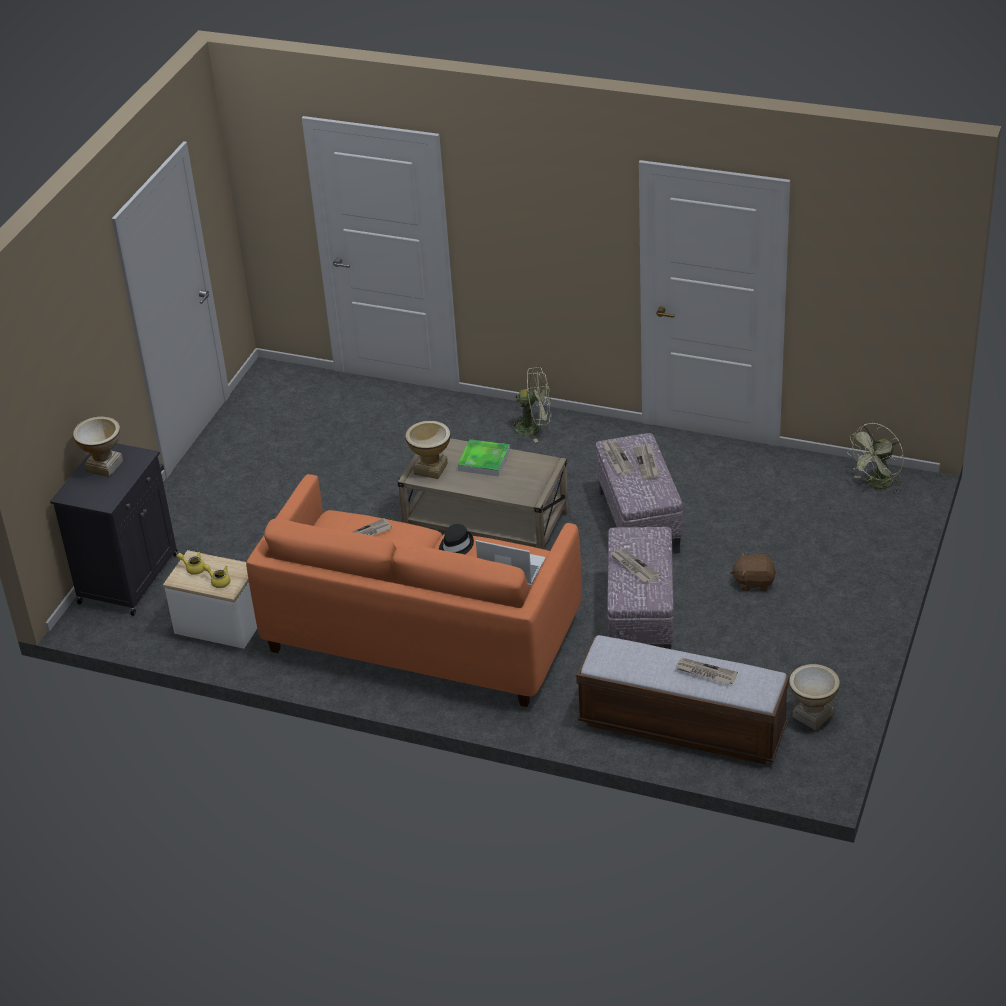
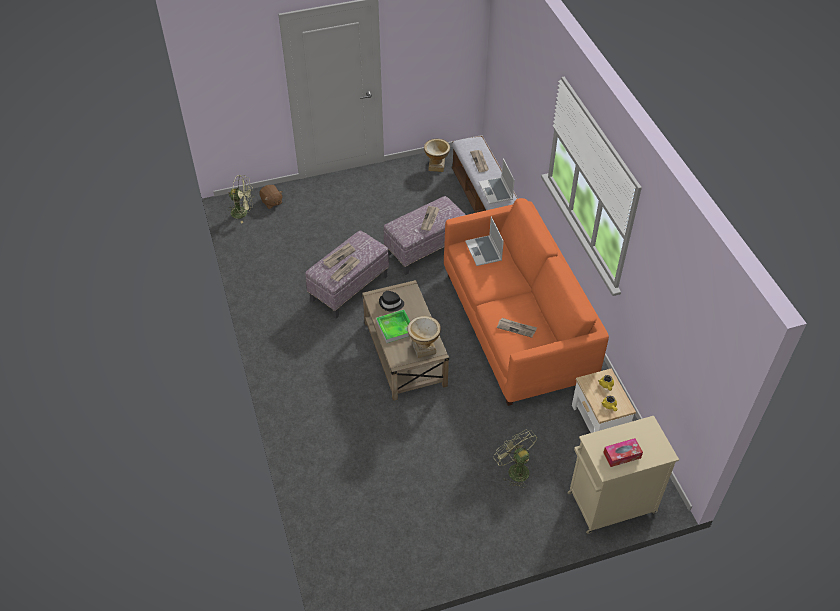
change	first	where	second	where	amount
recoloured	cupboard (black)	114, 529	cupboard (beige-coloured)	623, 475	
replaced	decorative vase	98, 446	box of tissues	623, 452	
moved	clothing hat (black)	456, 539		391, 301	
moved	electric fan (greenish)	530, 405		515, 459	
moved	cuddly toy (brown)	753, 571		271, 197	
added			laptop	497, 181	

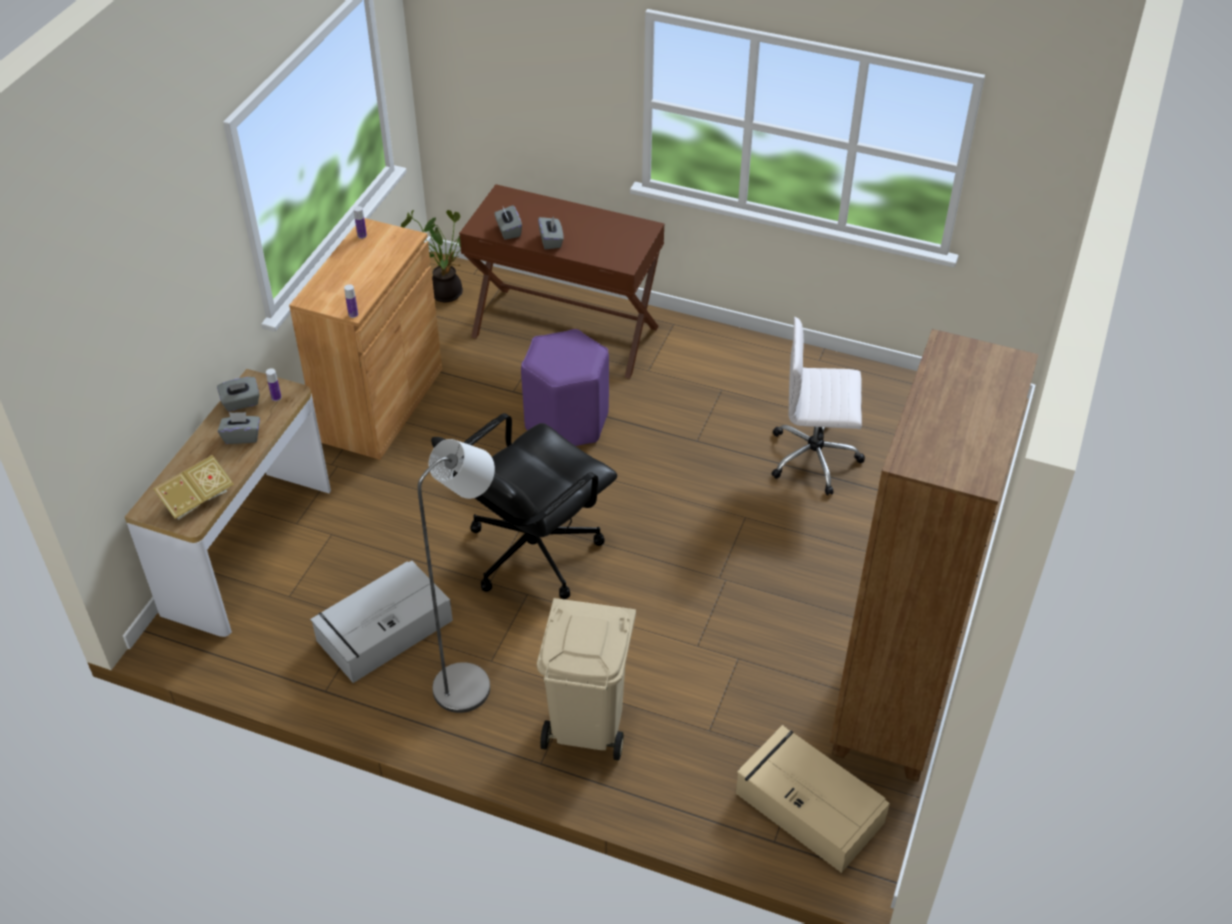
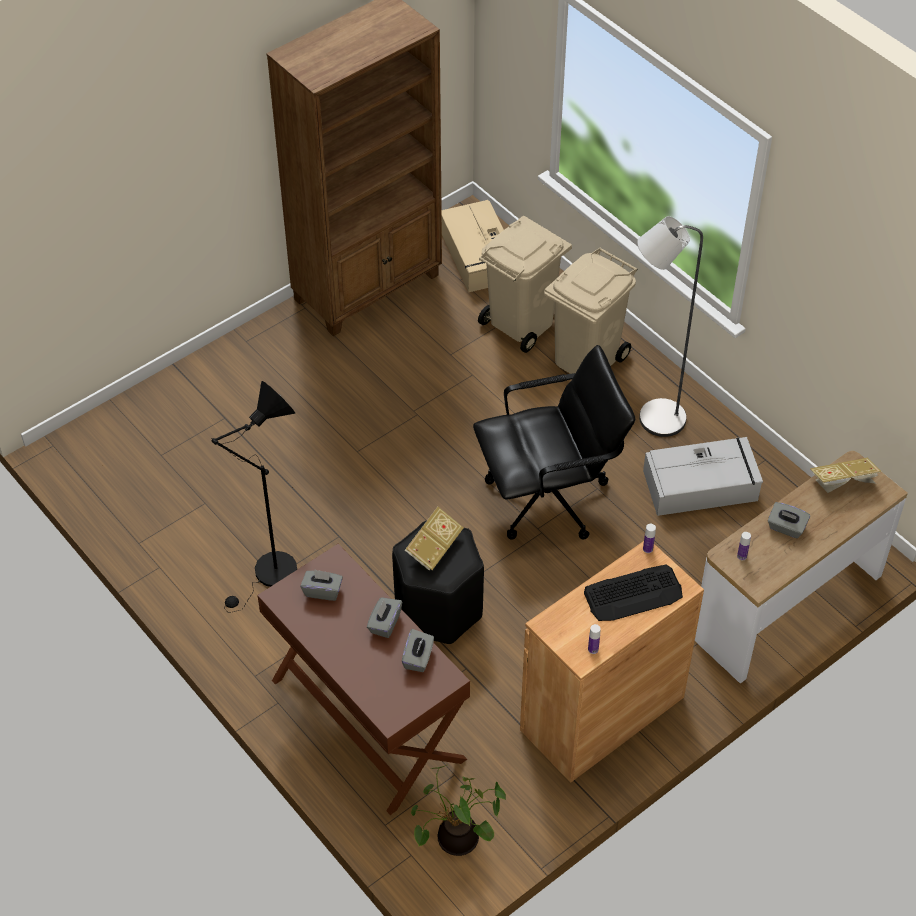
change	first	where	second	where	amount
moved	box of tissues (gray)	238, 394		322, 585	
recoloured	sitting stool (purplish)	565, 387	sitting stool (black)	438, 582	
removed	desk chair (white)	818, 406			
added			standing lamp (black)	254, 497	
added			bound book	434, 538	
added			rubbish bin (beige-coloured)	525, 284	
added			computer keyboard	633, 592	

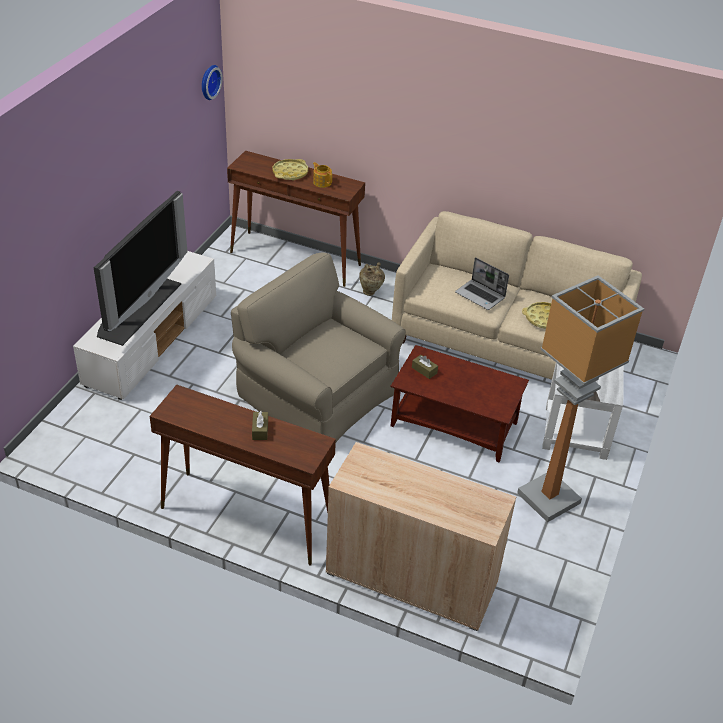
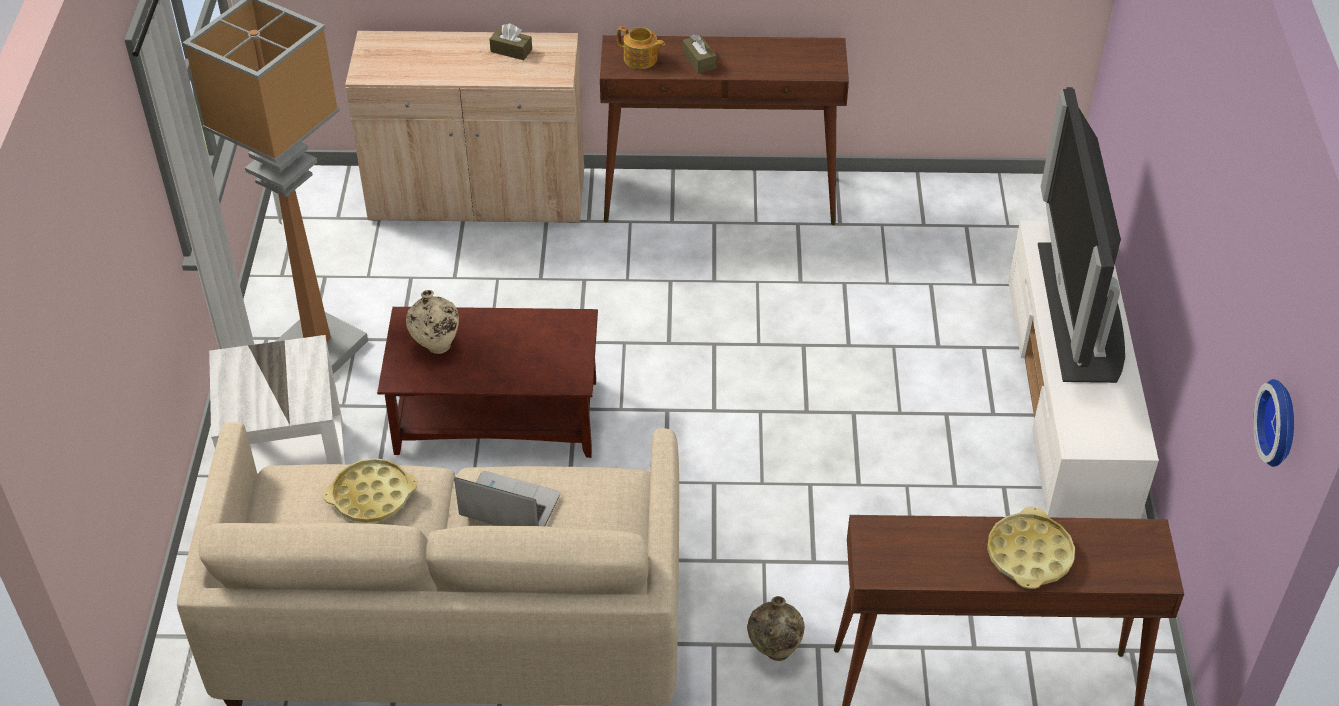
change	first	where	second	where	amount
removed	lounge chair (beige-coloured)	318, 347			
moved	tea pot	322, 175		641, 47	
moved	box of tissues (brown)	425, 367		510, 42	
added			decorative vase (beige-coloured)	432, 322	

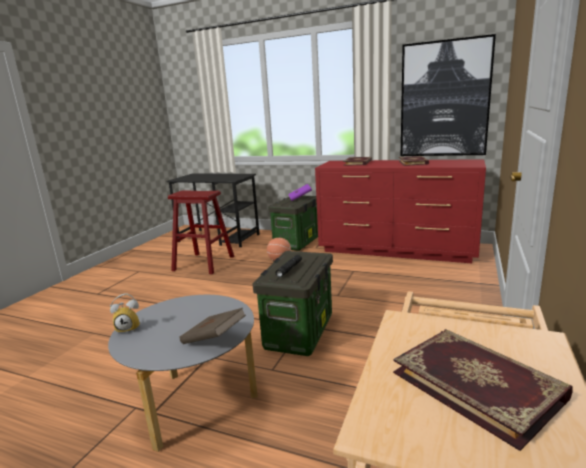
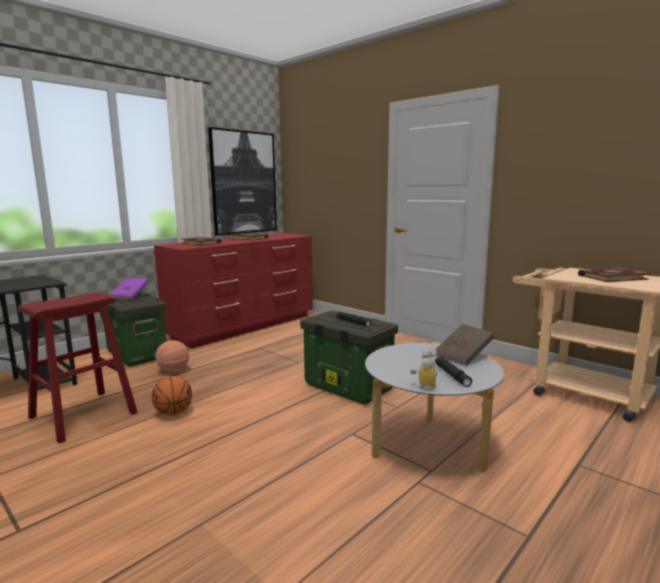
change	first	where	second	where	amount
added			ball for basketball	172, 395	
added			torch (black)	453, 372	

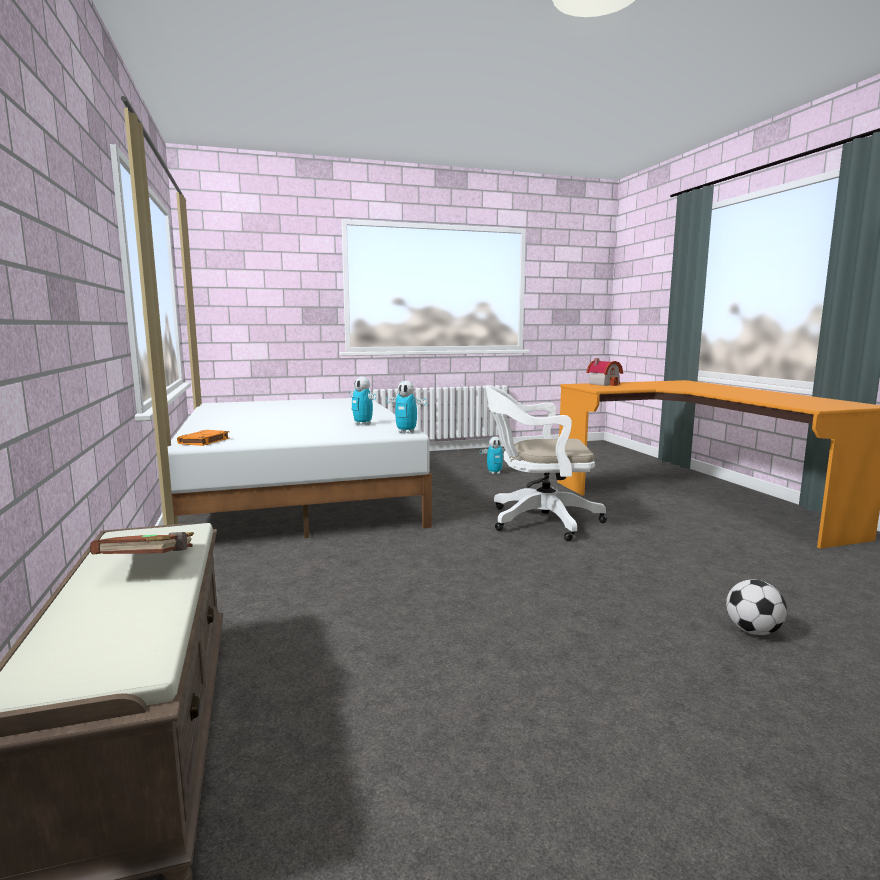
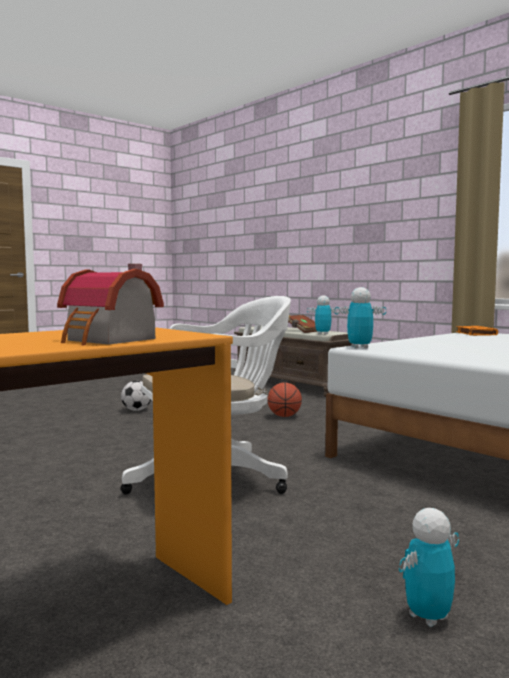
change	first	where	second	where	amount
moved	robot figure	362, 401		323, 315	
moved	ball for football	756, 607		136, 396	
added			ball for basketball	284, 399	

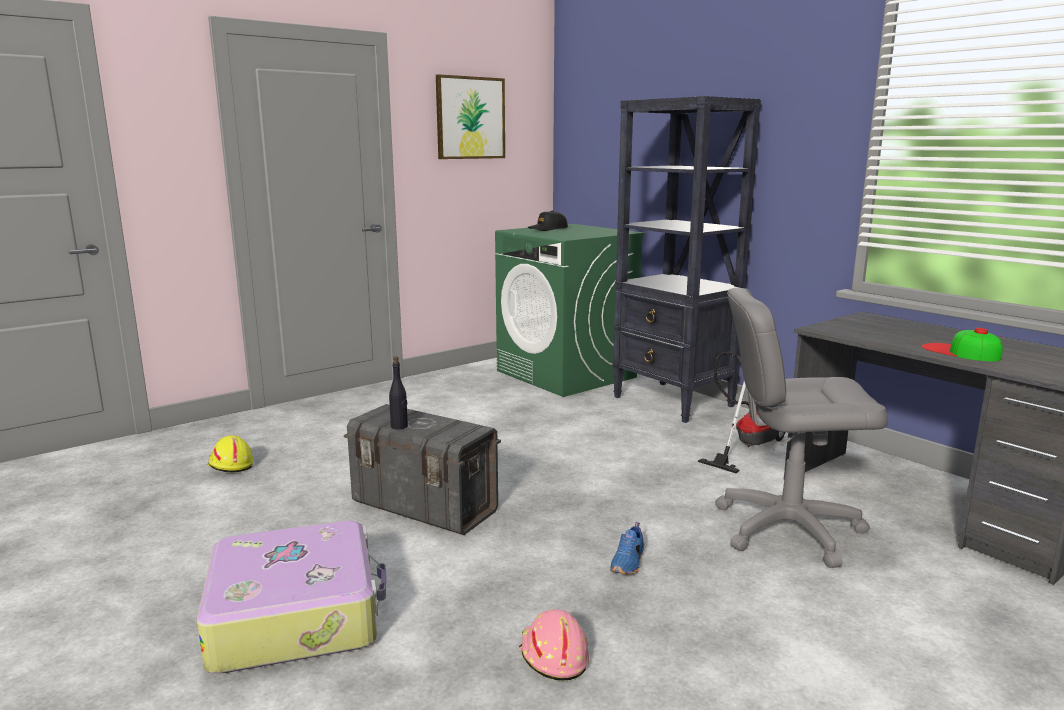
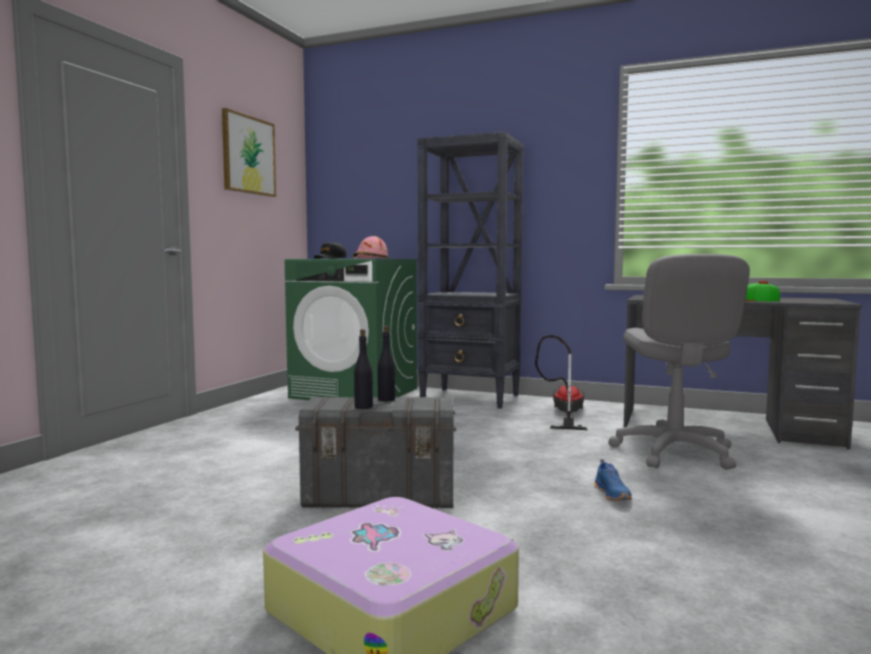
change	first	where	second	where	amount
removed	work helmet (yellow)	230, 454			
moved	work helmet (pink)	554, 644		370, 247	
turned	desk chair (gray)	801, 428		679, 362	60 degrees counterclockwise
added			beverage bottle (black)	387, 363	

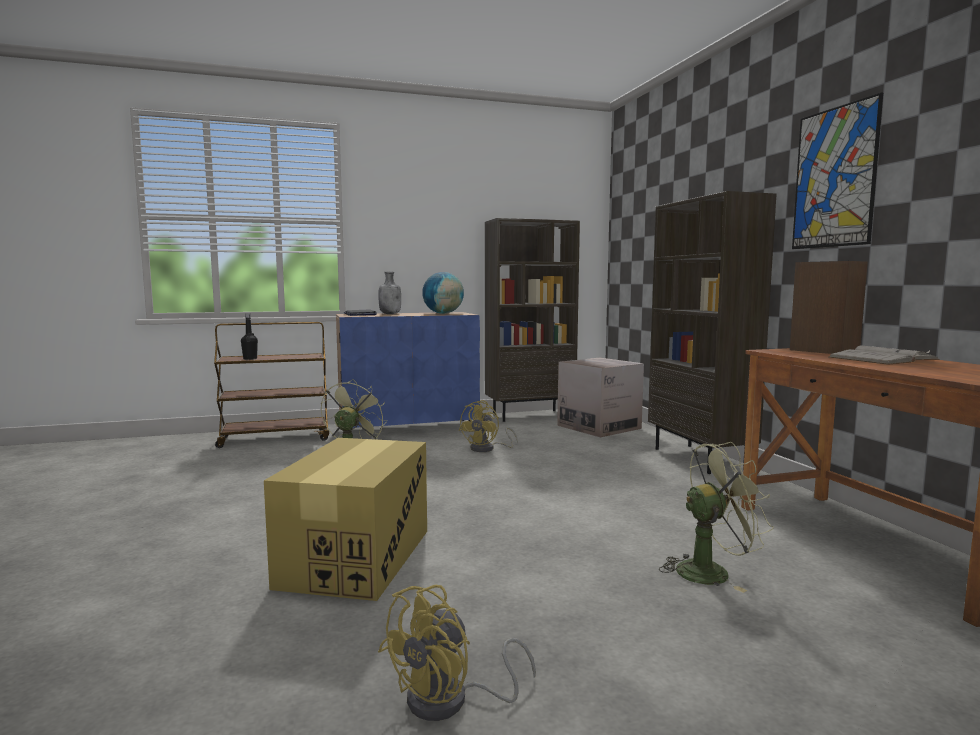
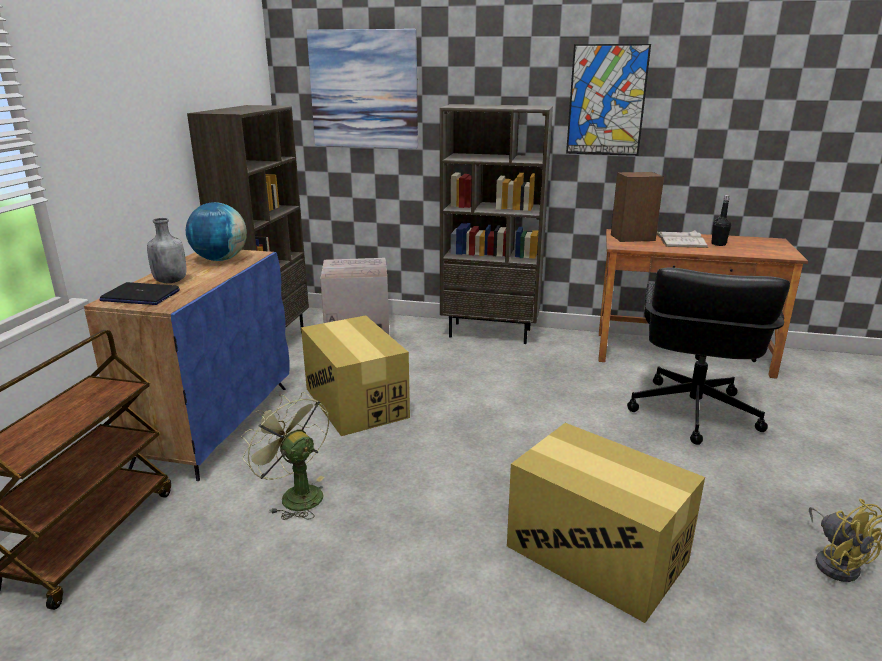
change	first	where	second	where	amount
moved	beverage bottle (black)	249, 336		721, 220	
replaced	electric fan (yellow)	488, 426	cardboard box	355, 375	
replaced	electric fan (greenish)	716, 517	desk chair (black)	708, 356	
added			wall art	362, 89	

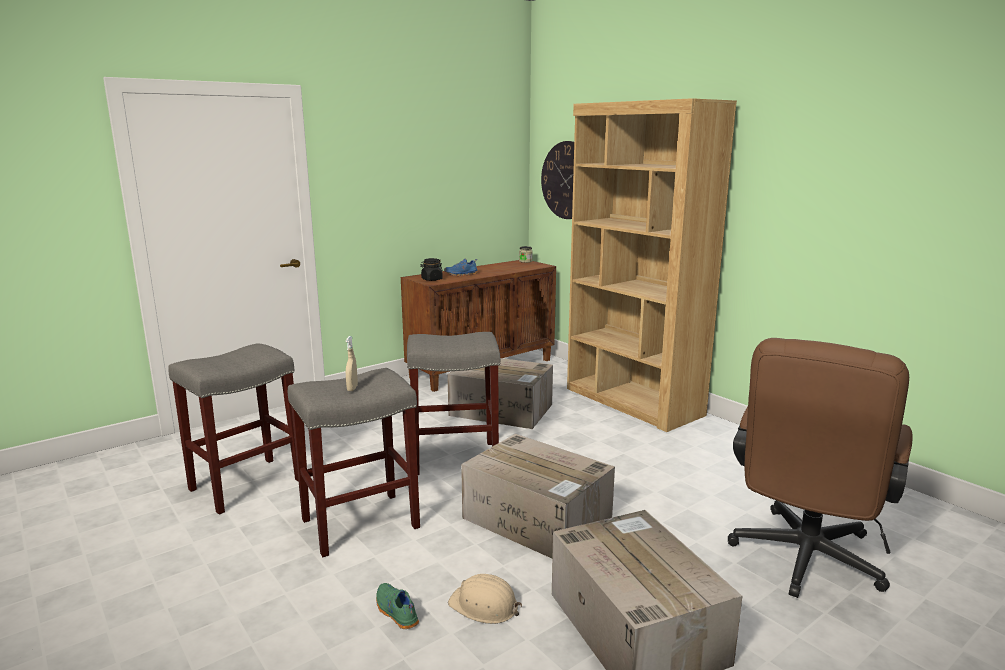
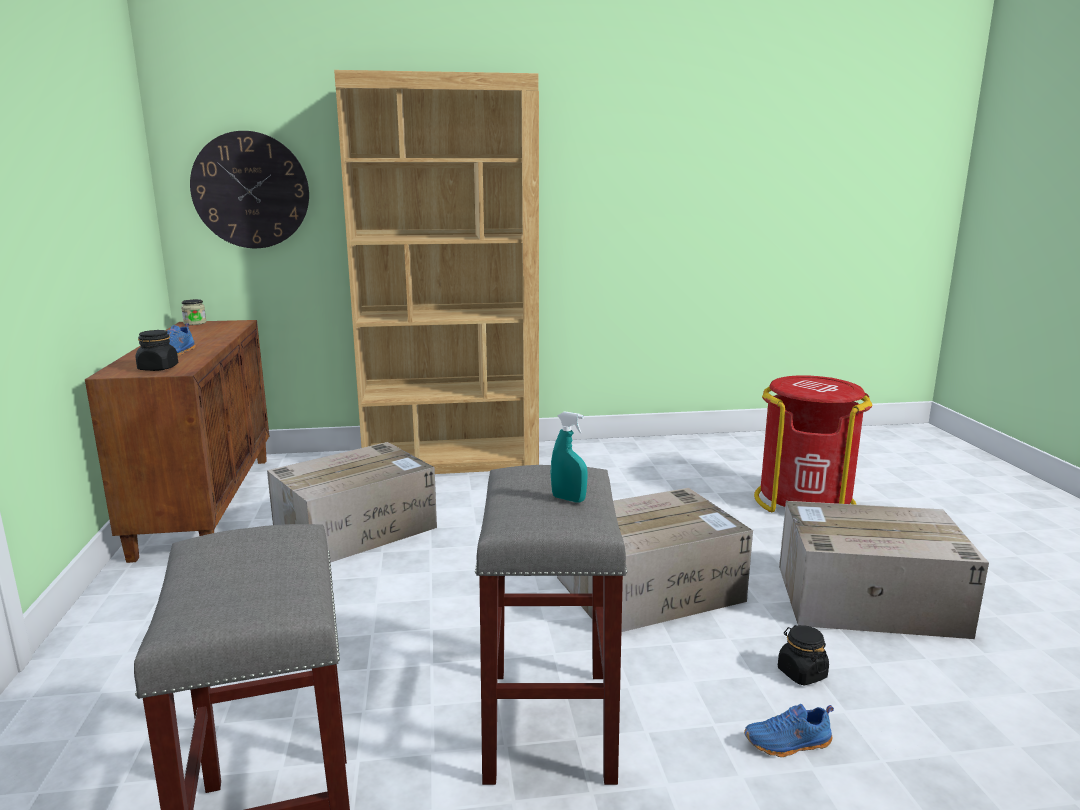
change	first	where	second	where	amount
recoloured	hand sprayer (beige-coloured)	352, 363	hand sprayer (turquoise-coloured)	569, 456	
recoloured	shoe (greenish)	397, 606	shoe (blue)	789, 730	
removed	sitting stool (gray)	453, 403			
replaced	work helmet (beige-coloured)	485, 599	storage jar (black)	803, 655	
replaced	desk chair (brown)	820, 468	rubbish bin (reddish)	813, 443	

